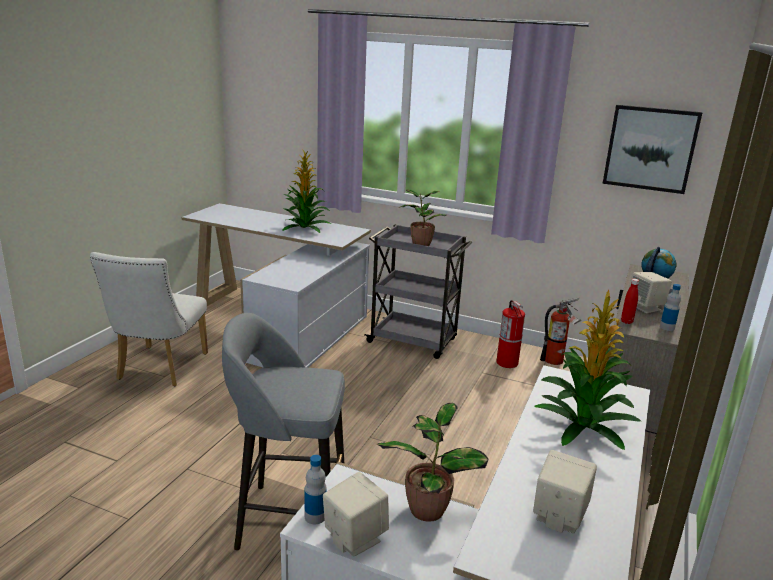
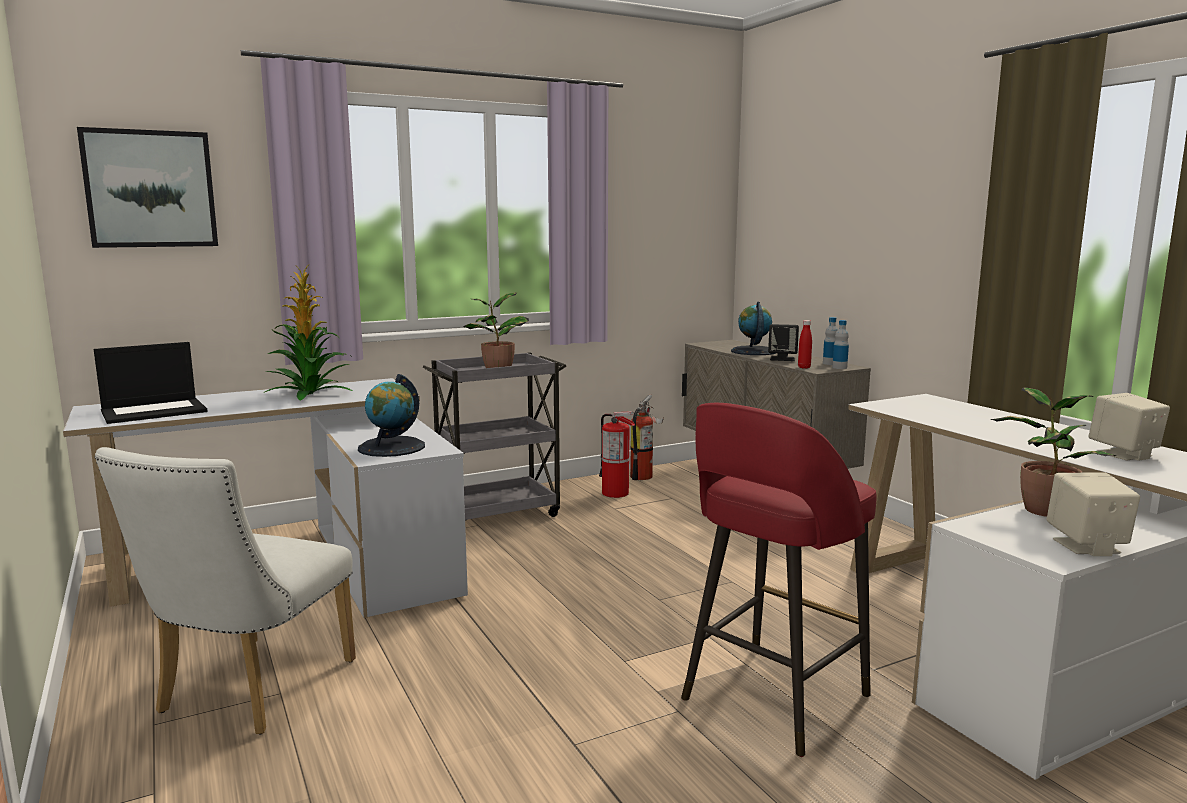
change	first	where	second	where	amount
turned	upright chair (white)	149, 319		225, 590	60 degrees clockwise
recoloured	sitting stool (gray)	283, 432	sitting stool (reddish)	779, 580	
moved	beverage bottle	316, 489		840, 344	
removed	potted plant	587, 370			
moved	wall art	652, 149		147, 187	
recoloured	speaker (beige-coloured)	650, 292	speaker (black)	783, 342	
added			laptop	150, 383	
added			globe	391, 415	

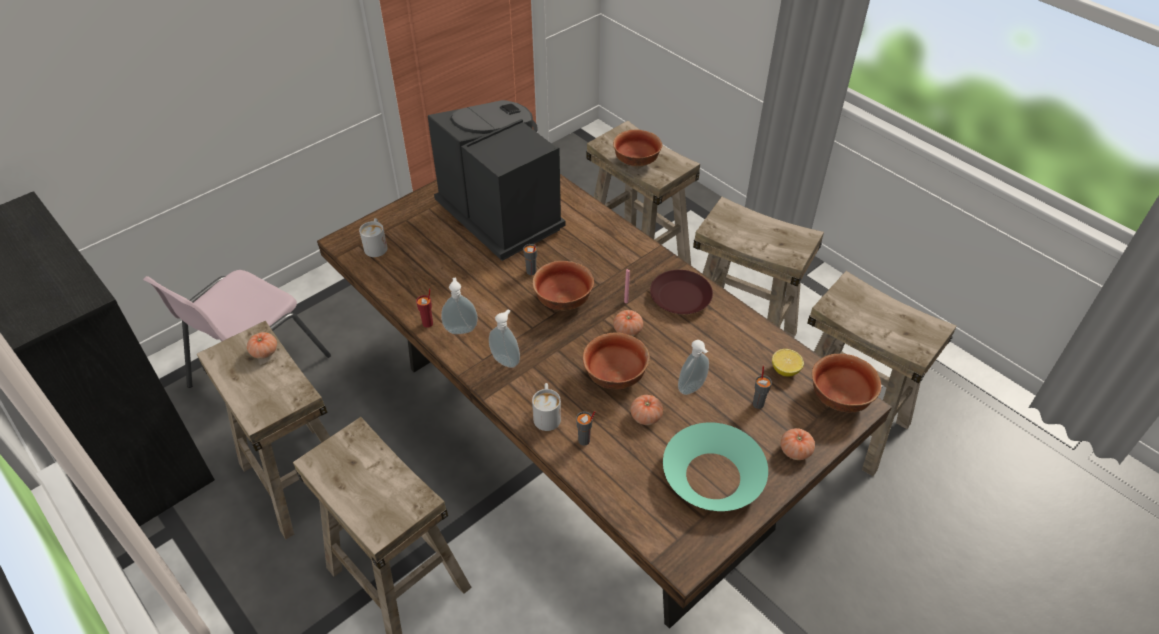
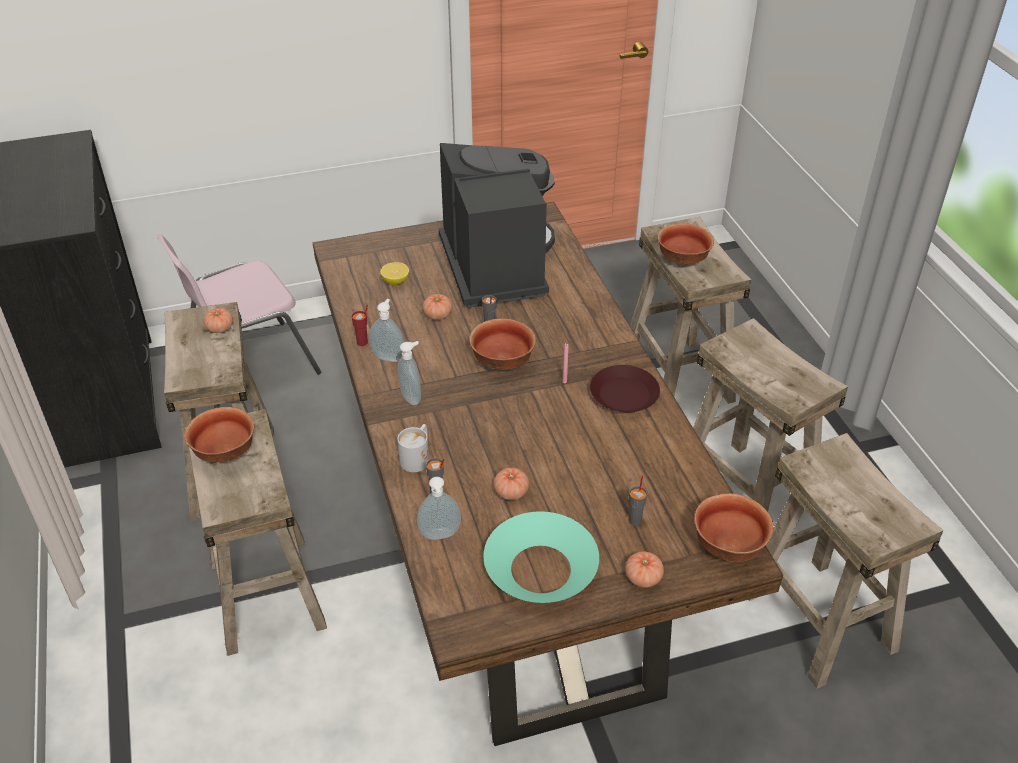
change	first	where	second	where	amount
removed	tea mug (white)	373, 237			
moved	deep dish	616, 360		219, 435	
moved	fresh tomato	628, 323		438, 307	
moved	soap bottle	693, 367		439, 508	
moved	whole lemon	788, 363		394, 273	

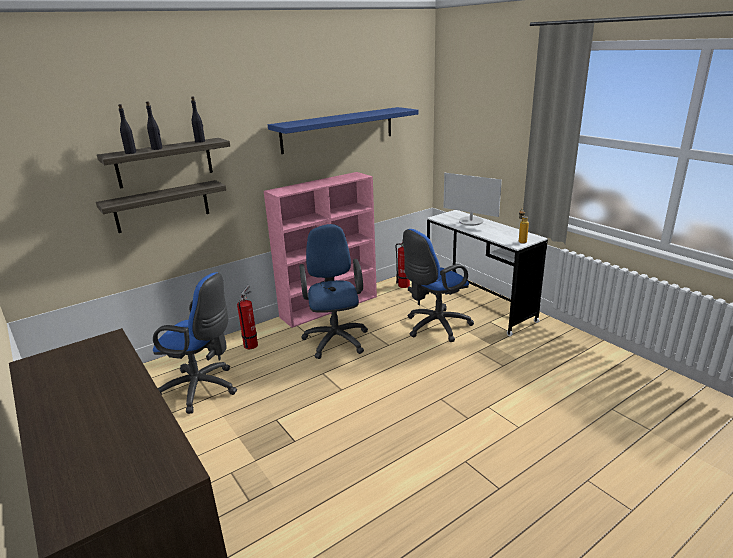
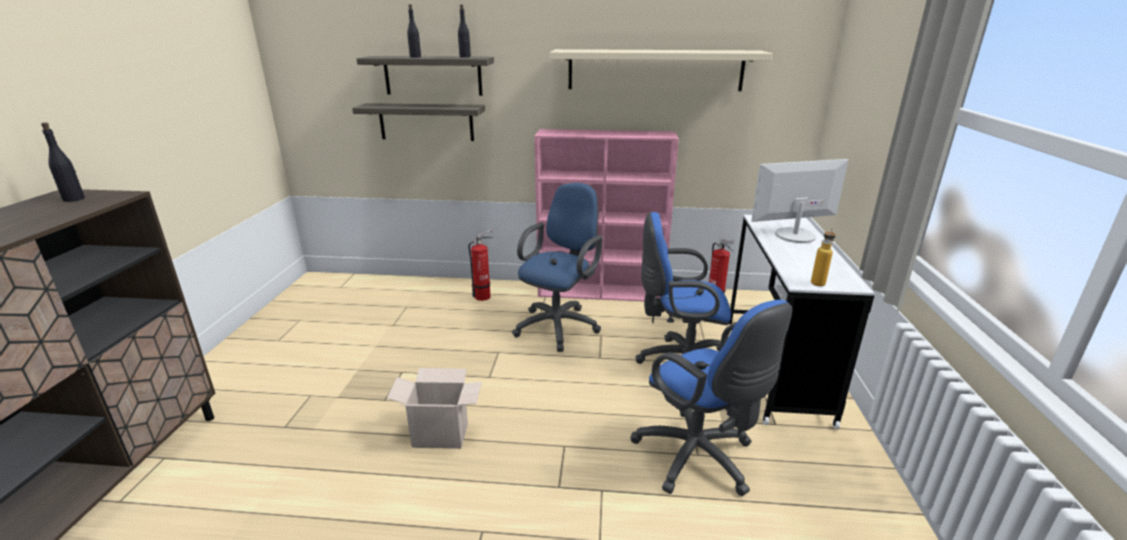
change	first	where	second	where	amount
moved	beverage bottle (black)	127, 129		63, 162	
moved	desk chair (blue)	195, 343		711, 398	
recoloured	bracket shelf (blue)	343, 130	bracket shelf (beige-coloured)	661, 70	
turned	computer screen	472, 199		800, 201	90 degrees clockwise
added			cardboard box	434, 408	

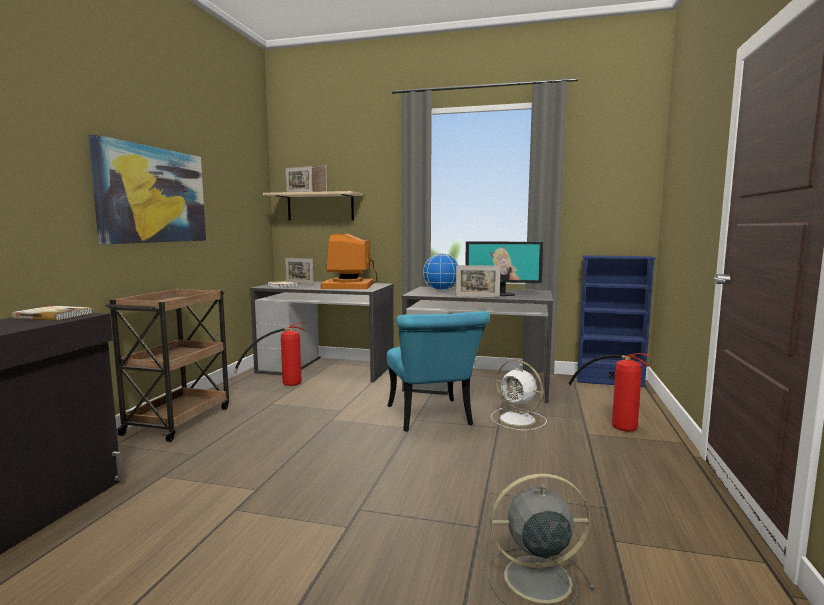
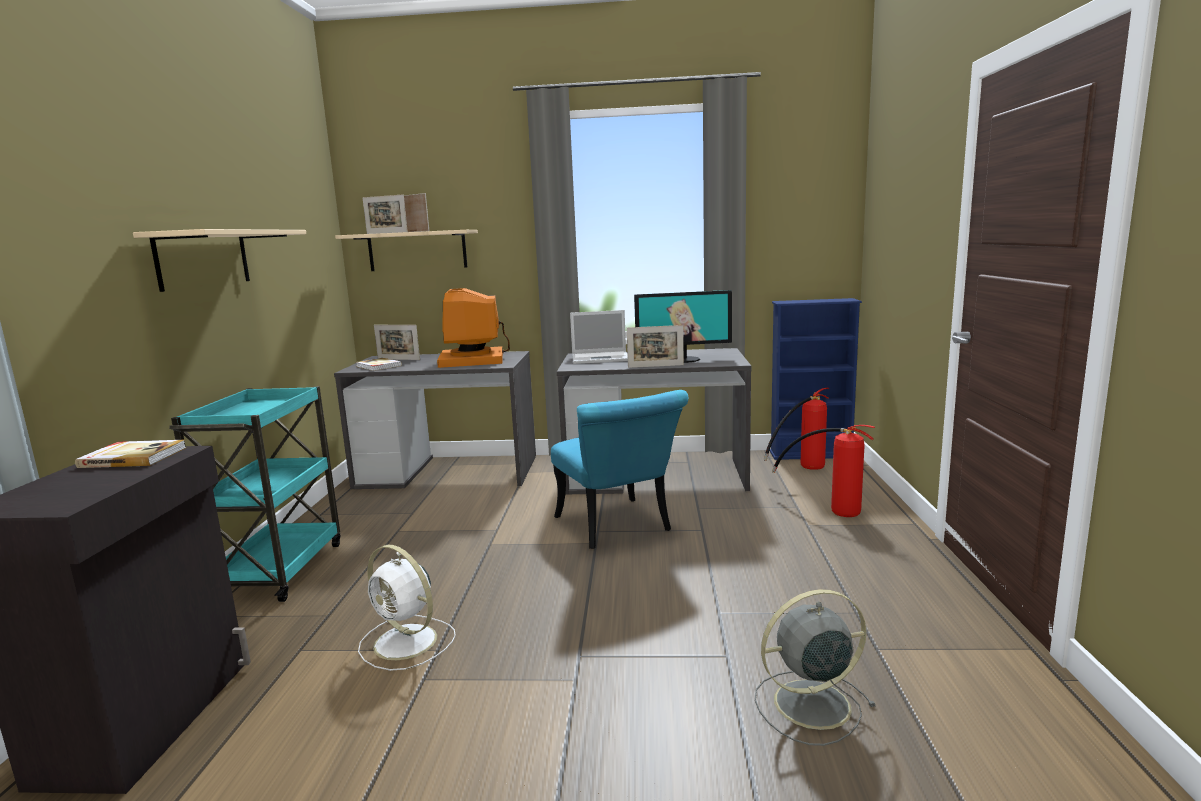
change	first	where	second	where	amount
replaced	wall art	147, 189	bracket shelf (beige-coloured)	219, 260	
recoloured	wheeled cart (brown)	167, 365	wheeled cart (turquoise-coloured)	255, 494	
moved	fire-fighting cylinder	269, 354		796, 429	
replaced	globe	441, 272	laptop	599, 337	
moved	electric fan (white)	519, 395		407, 608	

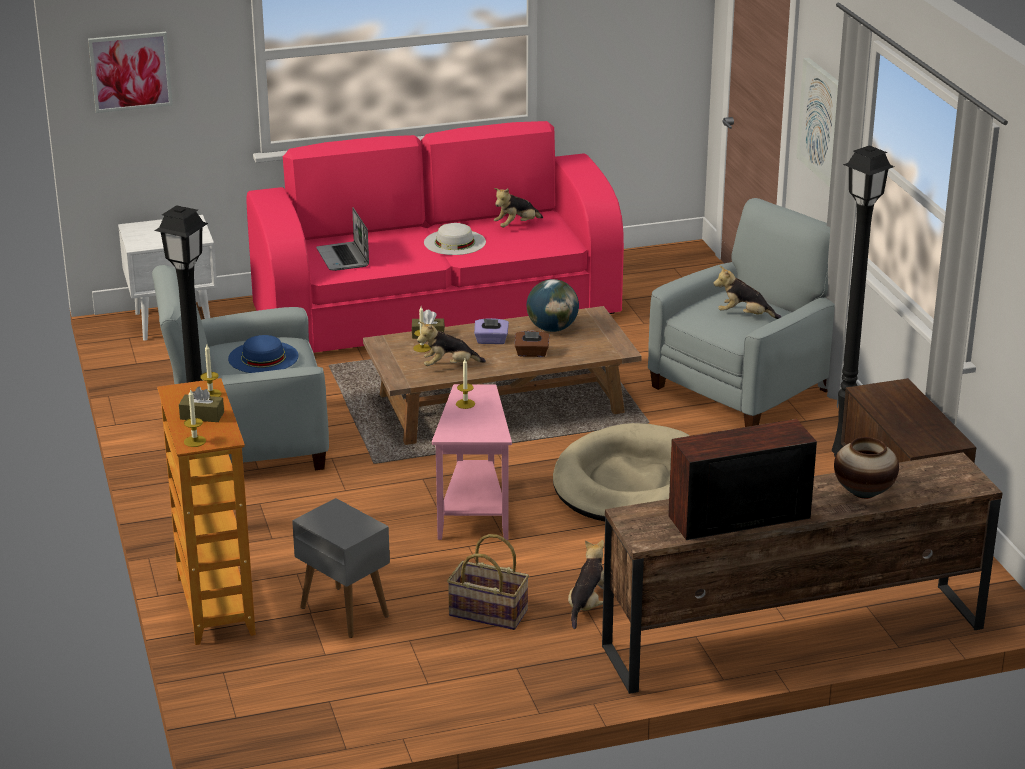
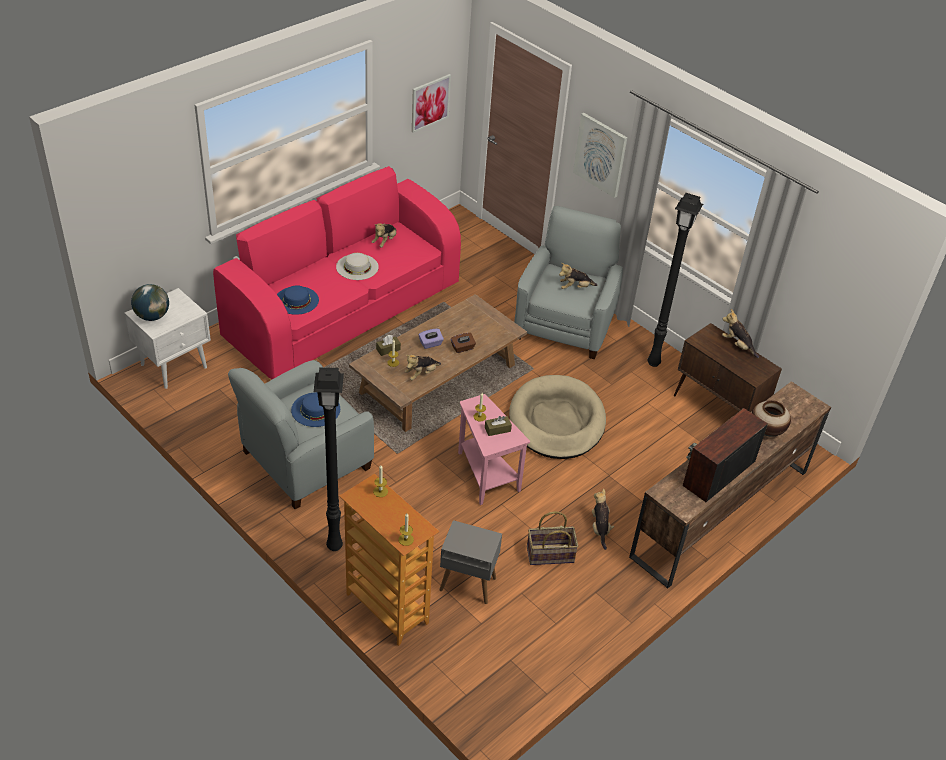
change	first	where	second	where	amount
moved	wall art	130, 72		431, 103	
moved	box of tissues (brown)	201, 404		498, 426	
replaced	laptop	342, 239	clothing hat (blue)	298, 300	
moved	globe	552, 305		150, 302	
added			cuddly toy	740, 333	

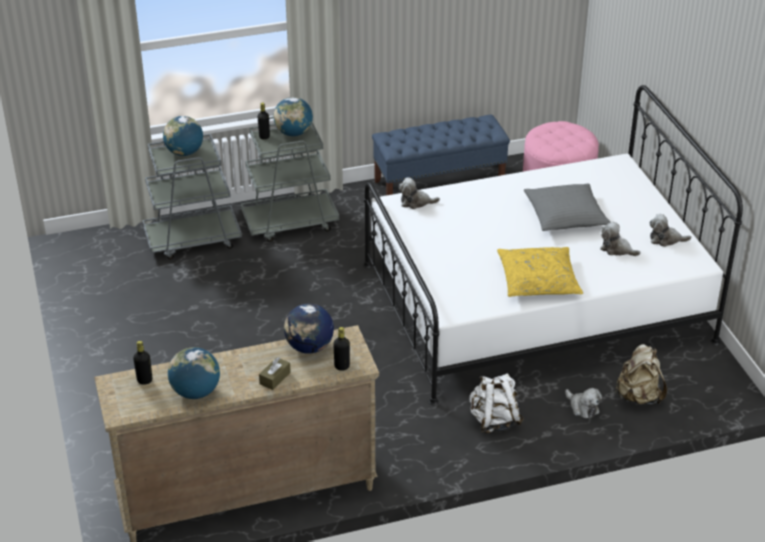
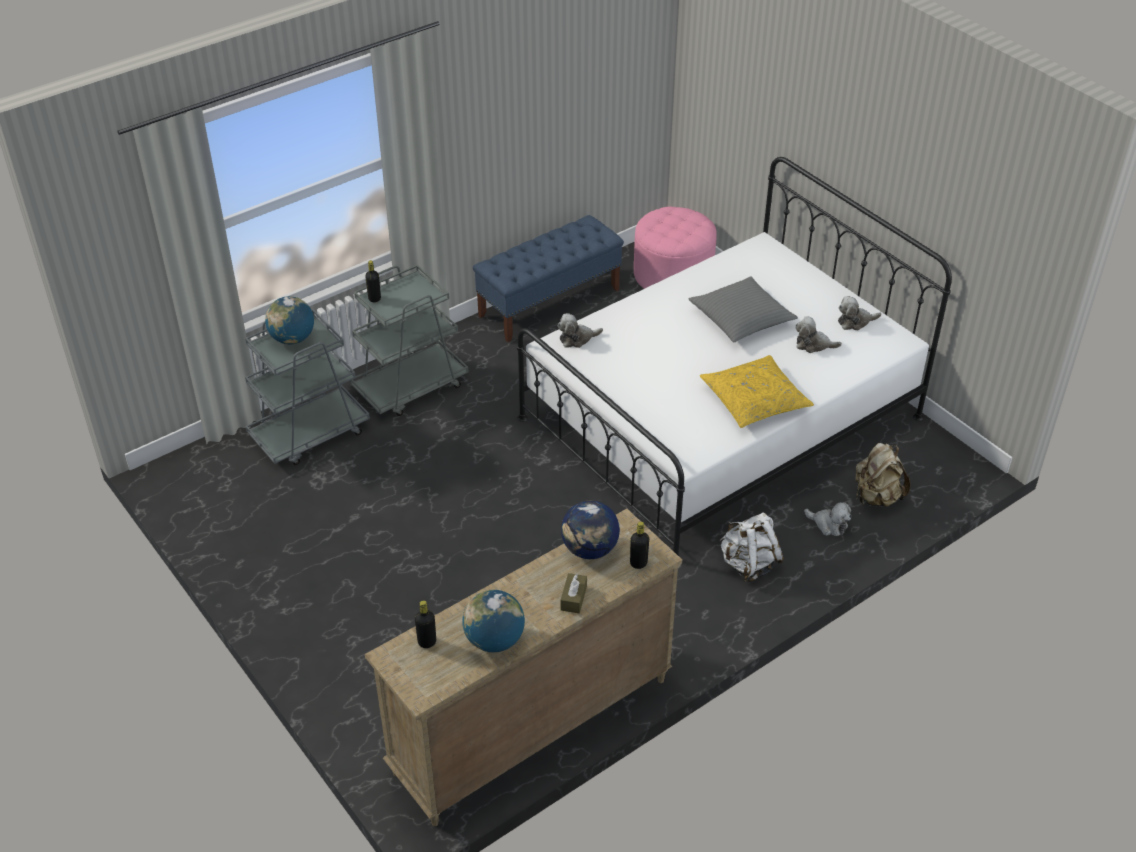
change	first	where	second	where	amount
removed	globe	293, 116			

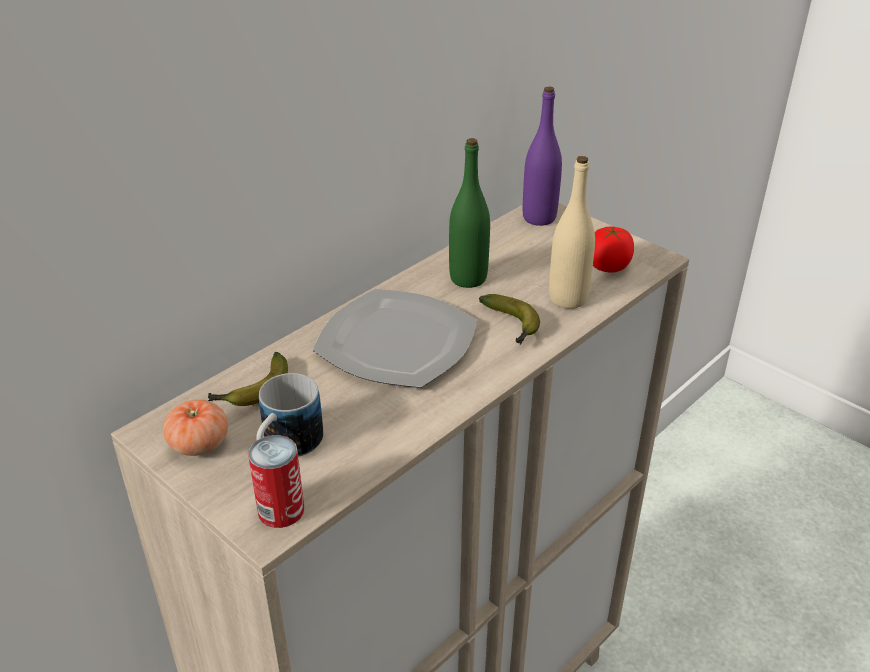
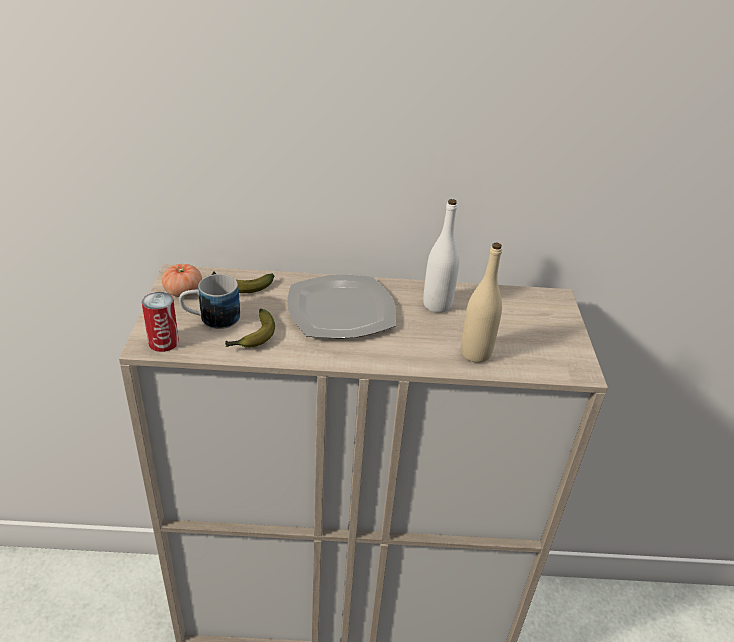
change	first	where	second	where	amount
recoloured	beverage bottle (greenish)	469, 213	beverage bottle (white)	441, 256	
moved	whole banana	509, 319		250, 328	
removed	beverage bottle (purplish)	542, 156			
removed	fresh tomato	613, 249			

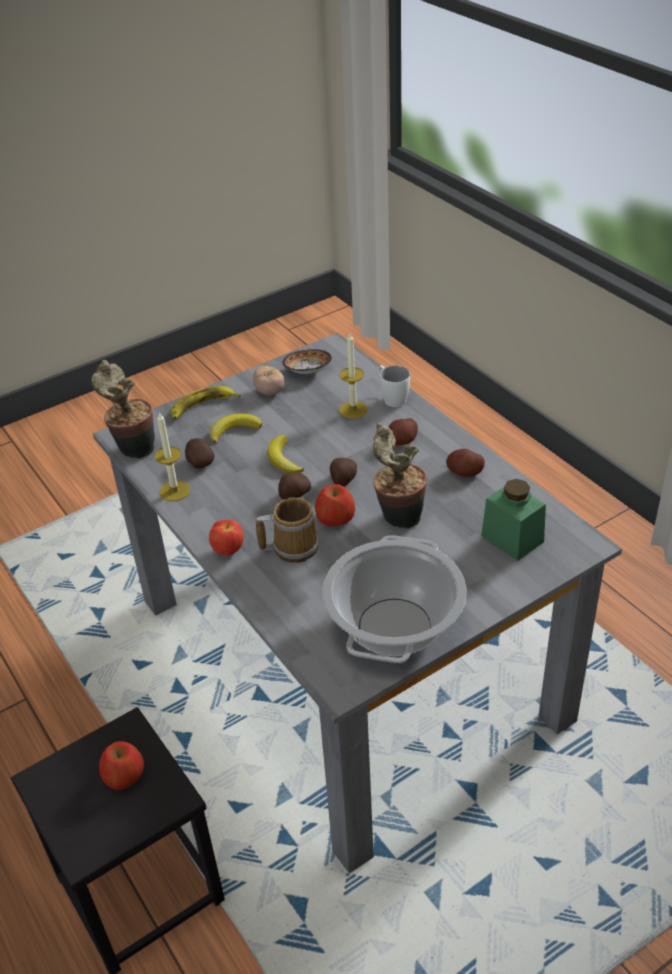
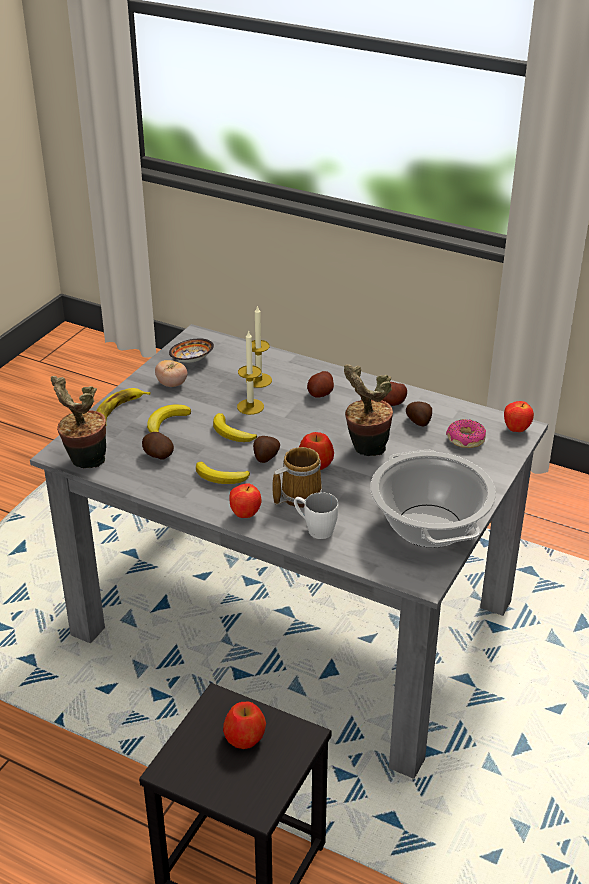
change	first	where	second	where	amount
moved	wax candle	172, 456		250, 372	
moved	spud	343, 472		419, 414	
moved	tea mug (white)	394, 386		316, 515	
replaced	storage jar (greenish)	513, 520	ring doughnut	466, 433	
added			whole banana	223, 473	
added			apple fruit	519, 416	

